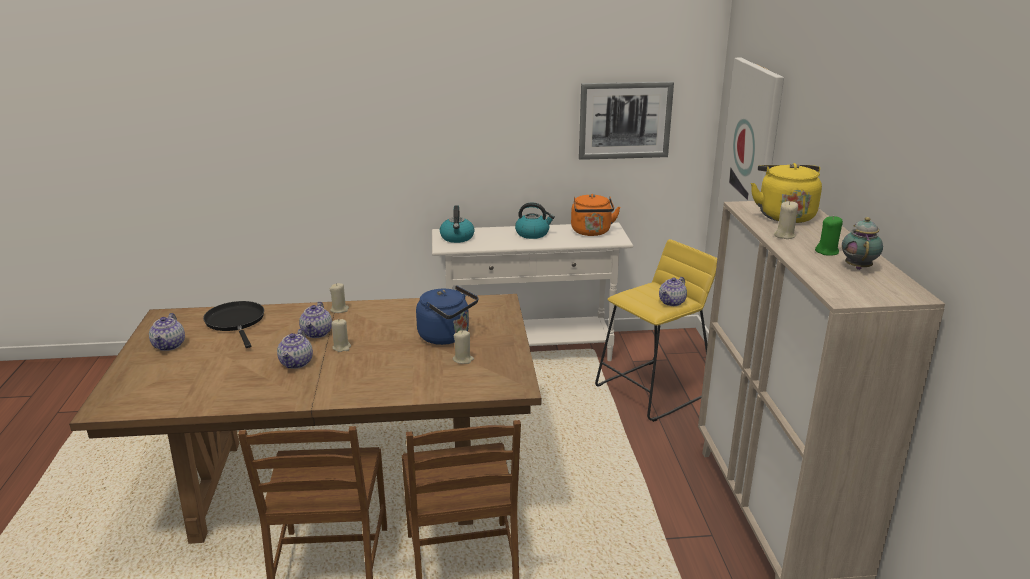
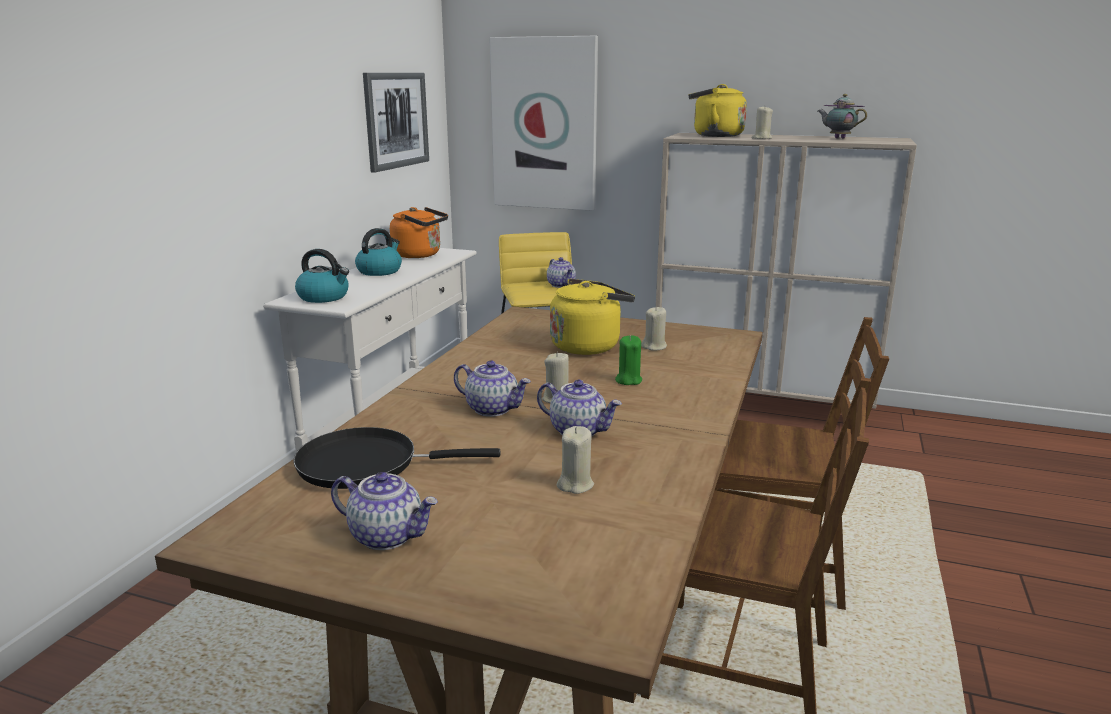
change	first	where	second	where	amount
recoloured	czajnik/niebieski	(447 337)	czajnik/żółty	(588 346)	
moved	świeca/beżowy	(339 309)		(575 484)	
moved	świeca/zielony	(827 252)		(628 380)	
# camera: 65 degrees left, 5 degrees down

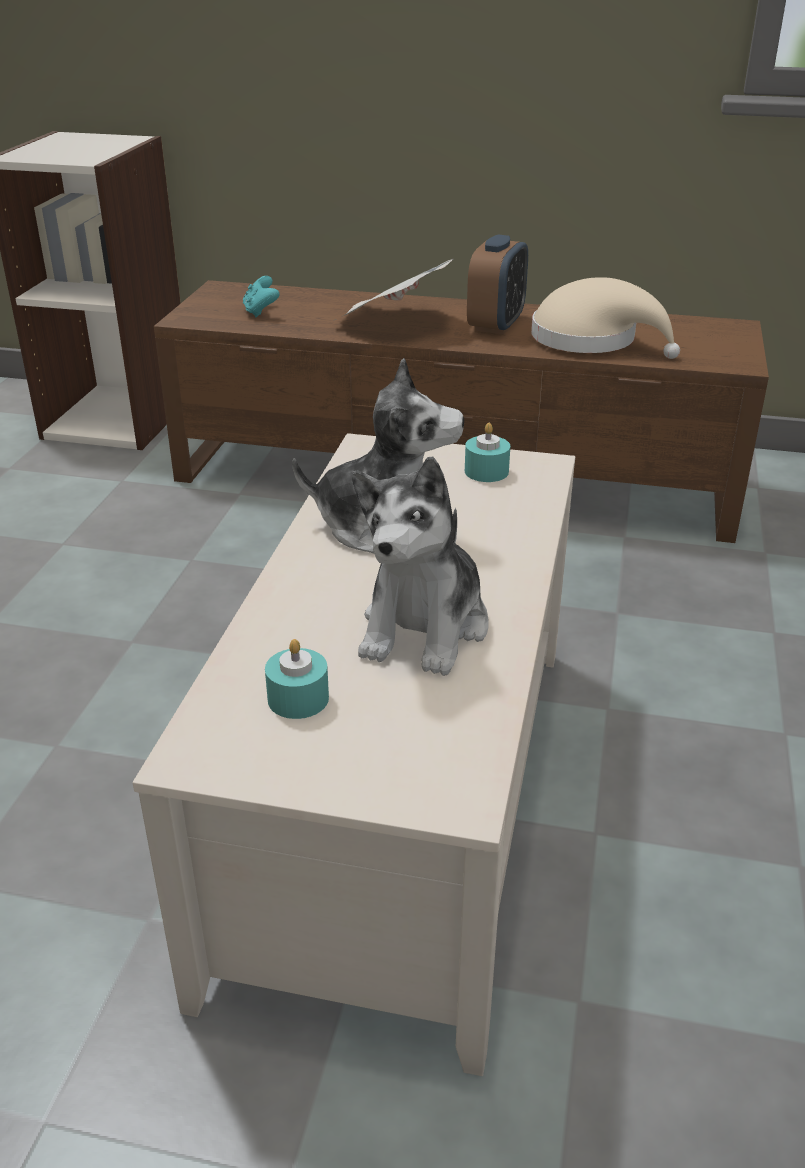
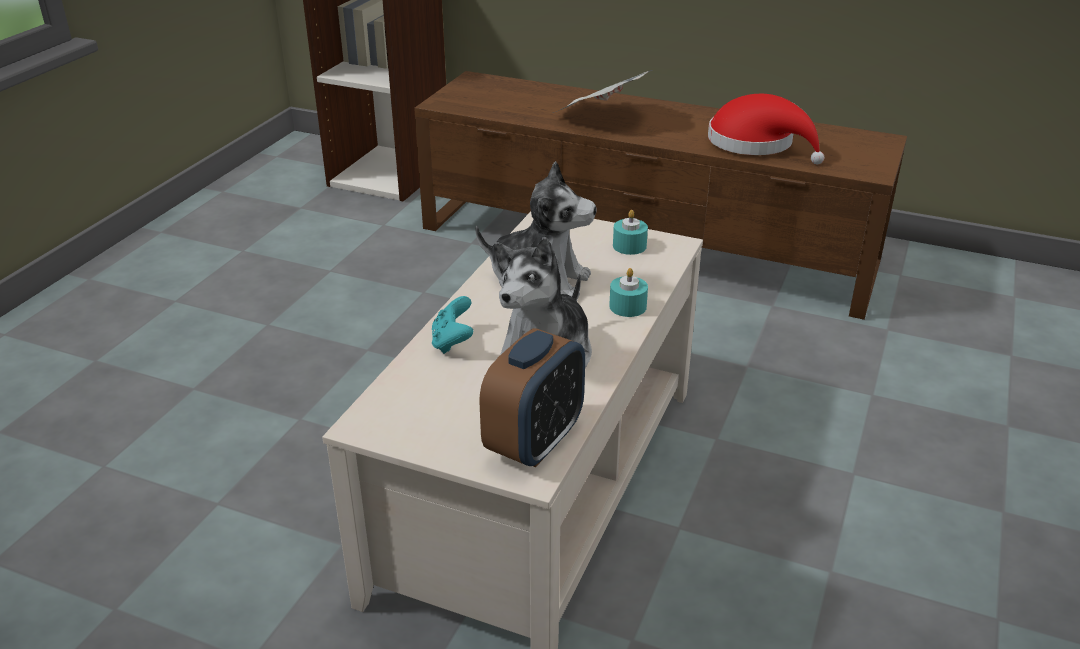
change	first	where	second	where	amount
moved	pad do gier/turkusowy	(261 312)		(452 342)	
moved	budzik	(496 325)		(534 442)	
moved	świeca/turkusowy	(298 698)		(627 306)	
recoloured	kapelusz/beżowy	(592 340)	kapelusz/czerwony	(757 144)	
# camera: 10 degrees right, 0 degrees up

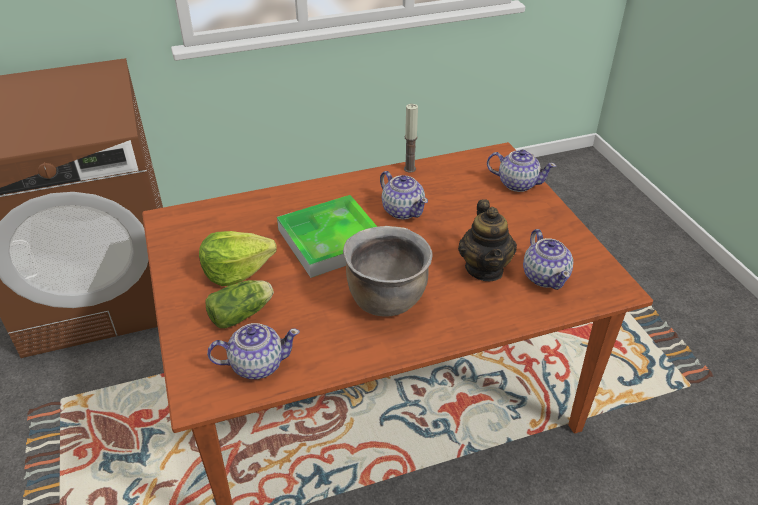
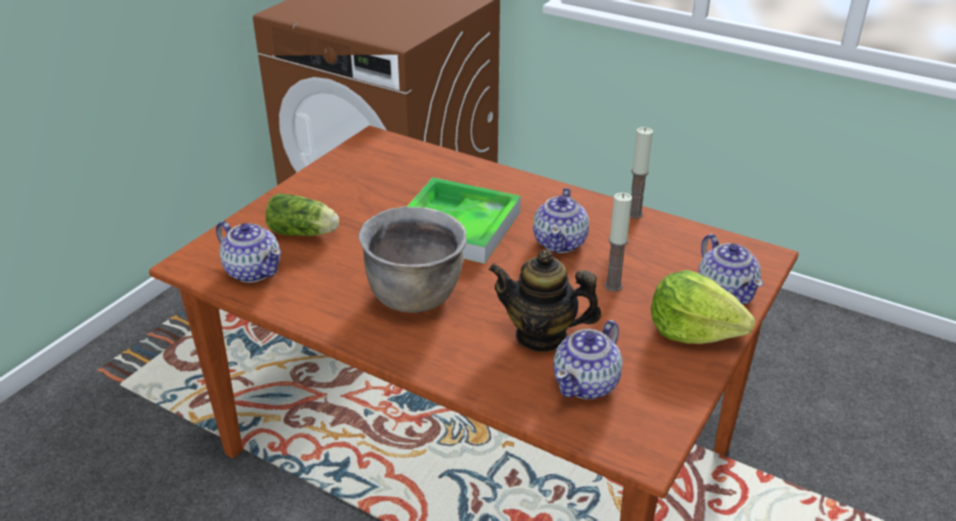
change	first	where	second	where	amount
turned	imbryk	(485 269)		(541 335)	60 degrees clockwise
added			świeca	(613 286)	
moved	sałata	(236 270)		(693 330)	
# camera: 50 degrees right, 5 degrees down

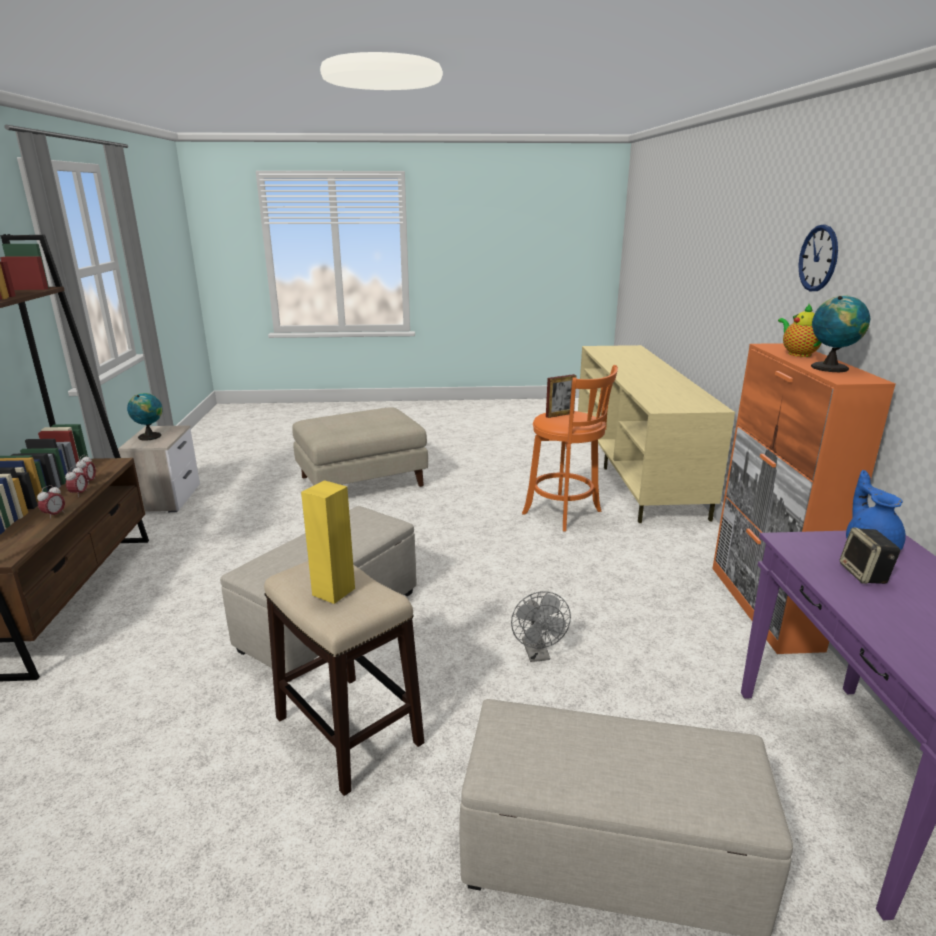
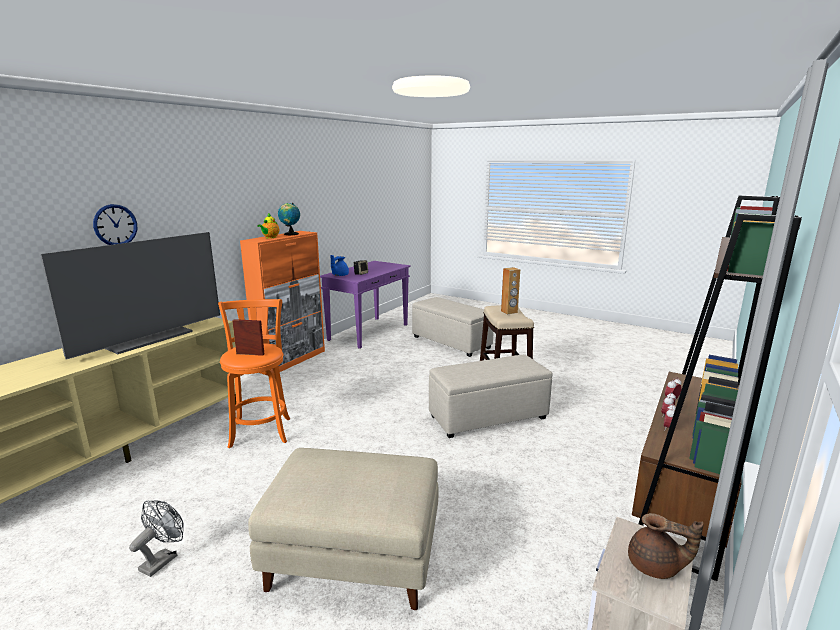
change	first	where	second	where	amount
added			telewizor	(148 338)	
moved	zegar ścienny	(818 258)		(115 225)	
moved	wentylator/szary	(537 654)		(163 559)	
recoloured	głośnik/żółty	(333 591)	głośnik/brązowy	(509 312)	
replaced	globus	(150 436)	imbryk/brązowy	(655 567)	
# camera: 145 degrees left, 5 degrees down

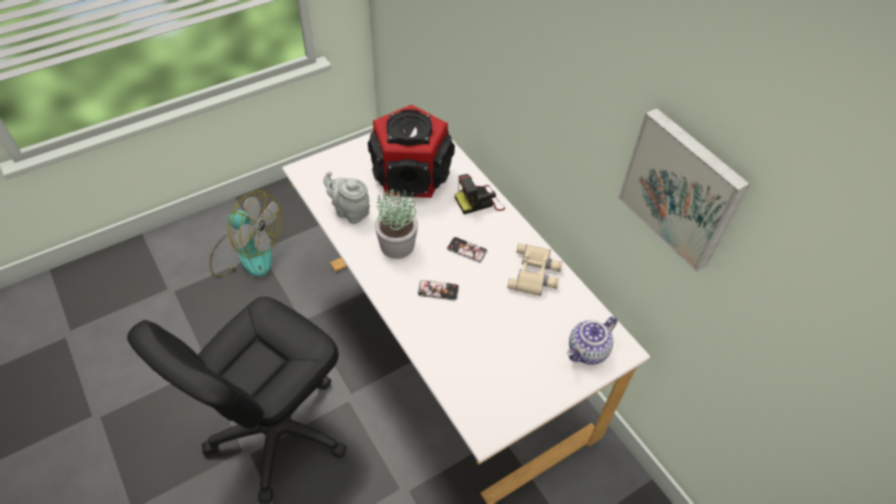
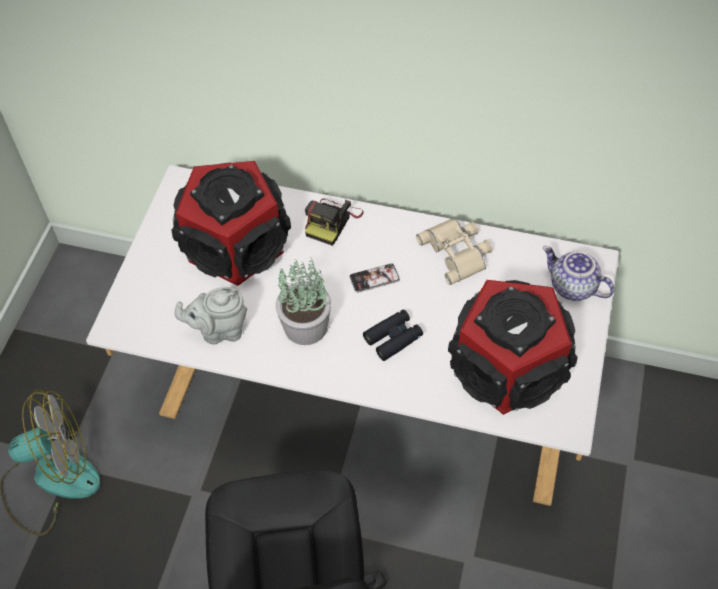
change	first	where	second	where	amount
replaced	telefon	(438 290)	lornetka/czarny	(393 338)	
added			głośnik	(508 368)	
turned	imbryk	(588 352)		(571 287)	120 degrees clockwise
removed	obraz	(682 188)			
# camera: 40 degrees left, 5 degrees up

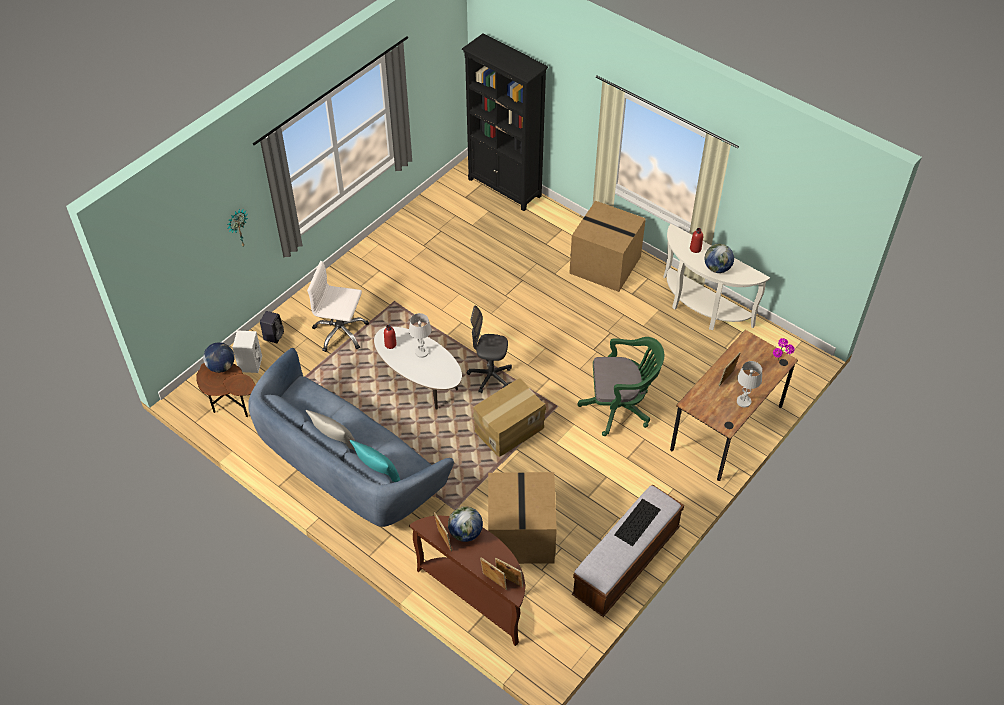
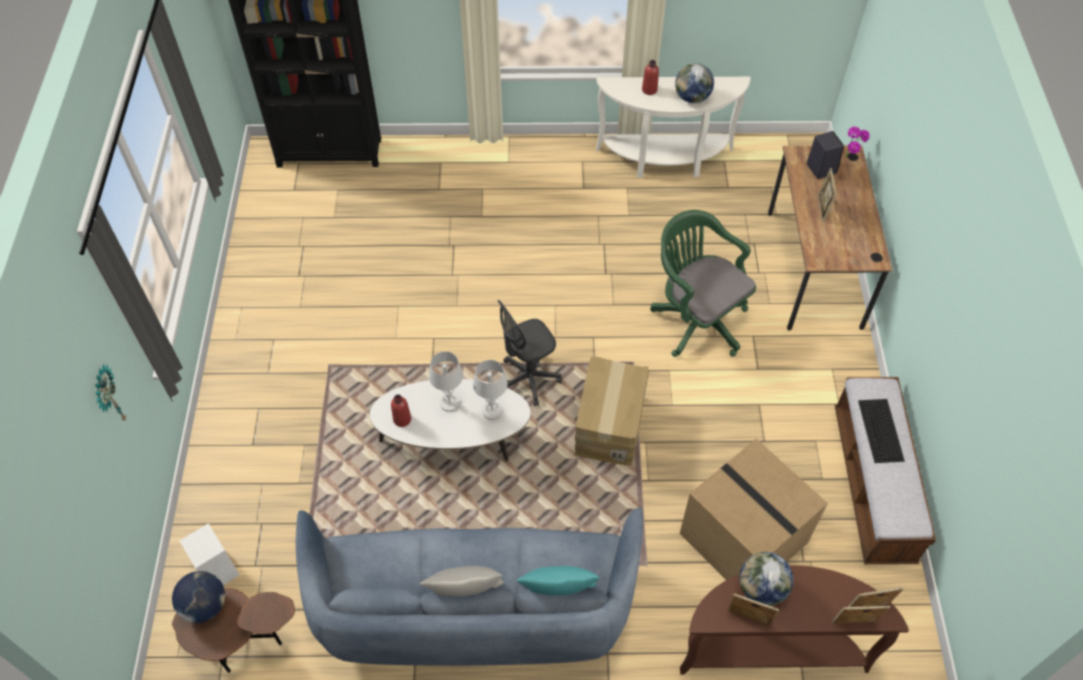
change	first	where	second	where	amount
moved	lampa stołowa/biały	(744 401)		(492 411)	
turned	krzesło biurowe/zielony	(620 407)		(695 319)	90 degrees counterclockwise
moved	głośnik/czarny	(274 335)		(820 168)	
removed	krzesło biurowe/biały	(340 332)			
removed	karton	(606 264)			
# camera: 40 degrees left, 5 degrees up

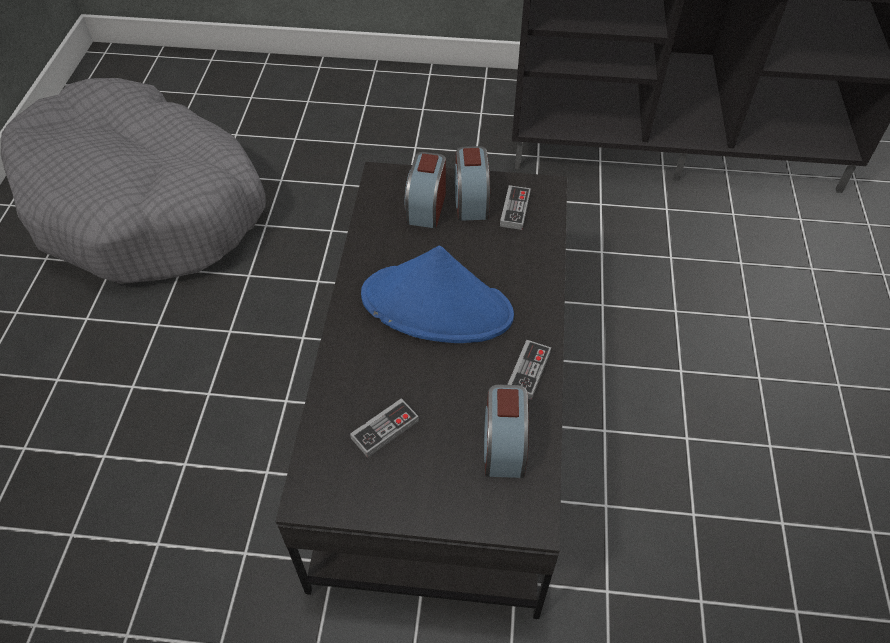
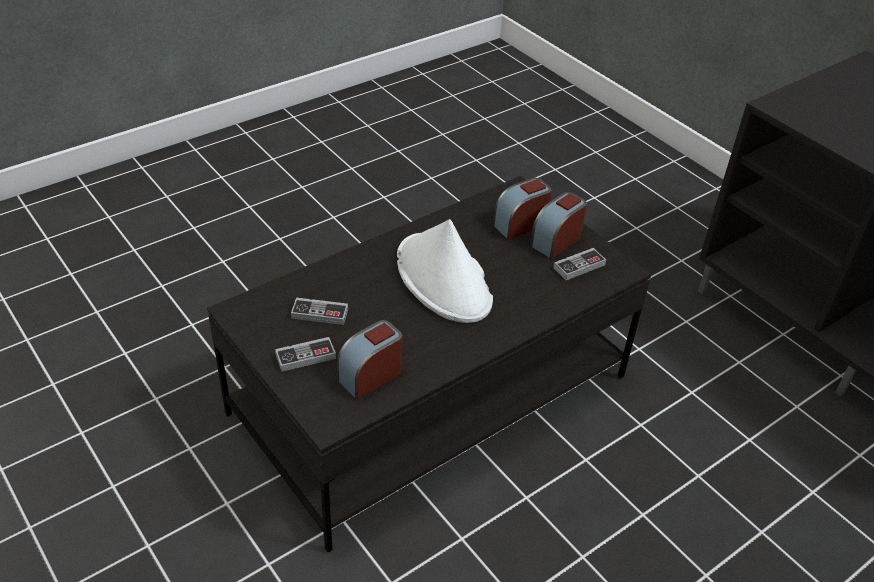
change	first	where	second	where	amount
moved	pad do gier	(528 371)		(305 356)	
recoloured	kapelusz/niebieski	(437 306)	kapelusz/biały	(444 279)	
removed	legowisko/szary	(146 205)			
# camera: 45 degrees right, 10 degrees down

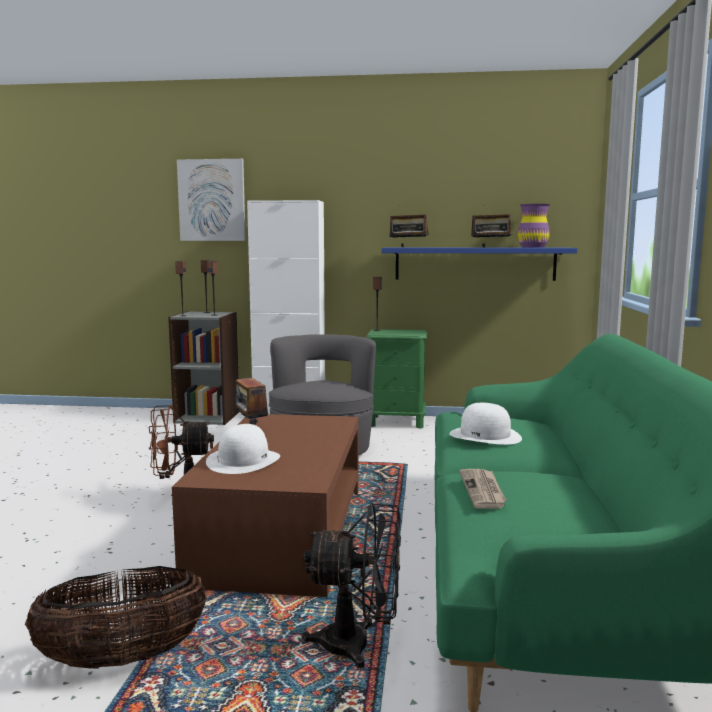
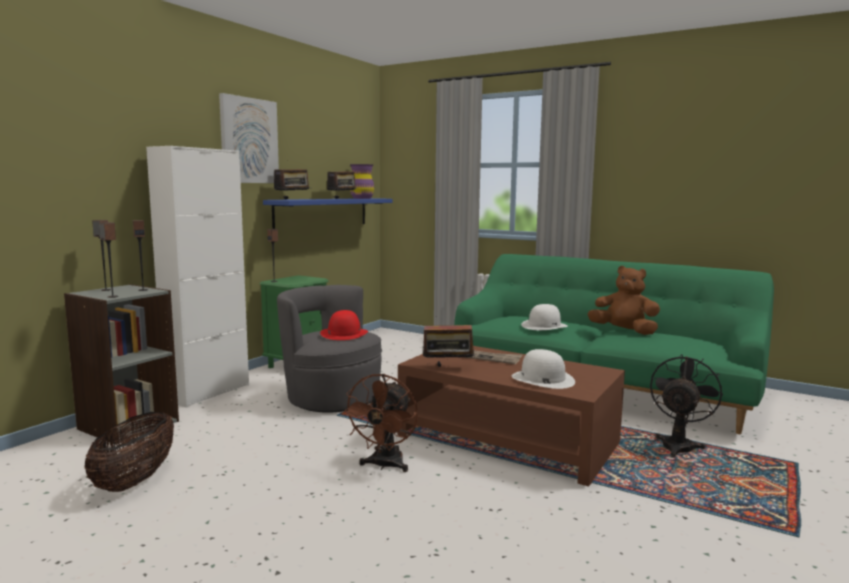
change	first	where	second	where	amount
moved	koszyk	(122 659)		(135 480)	
moved	obraz	(212 200)		(249 141)	
added			kapelusz/czerwony	(344 333)	
moved	gazeta	(483 491)		(490 358)	
added			pluszak/brązowy	(624 331)	
# camera: 65 degrees left, 0 degrees up

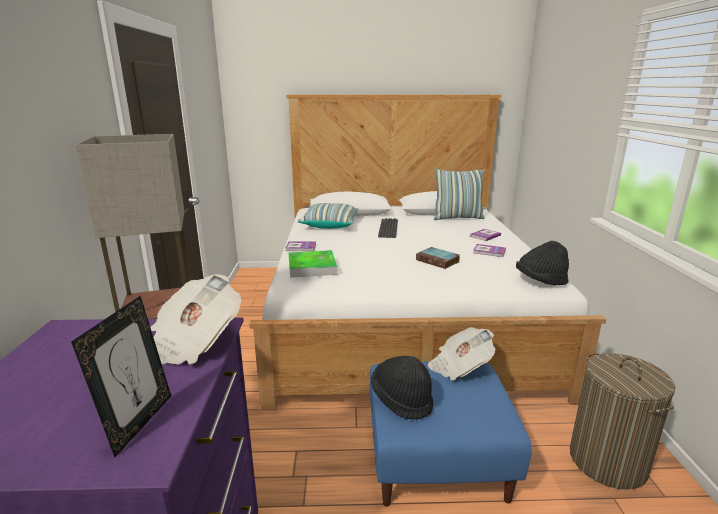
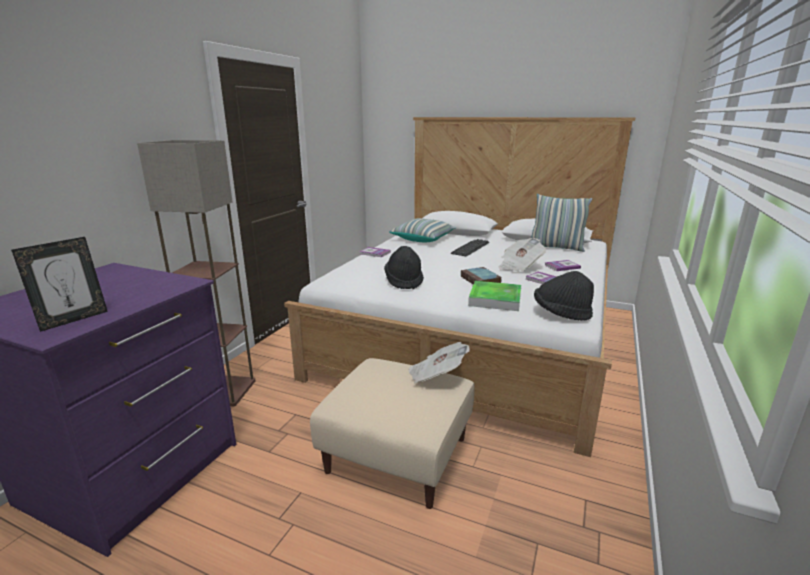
change	first	where	second	where	amount
recoloured	pufa/niebieski	(437 458)	pufa/beżowy	(398 454)	
moved	kapelusz/czarny	(402 399)		(404 281)	
moved	taca	(312 267)		(495 299)	
moved	gazeta	(193 343)		(519 266)	
removed	kosz na pranie	(607 461)			
# camera: 25 degrees right, 0 degrees up

